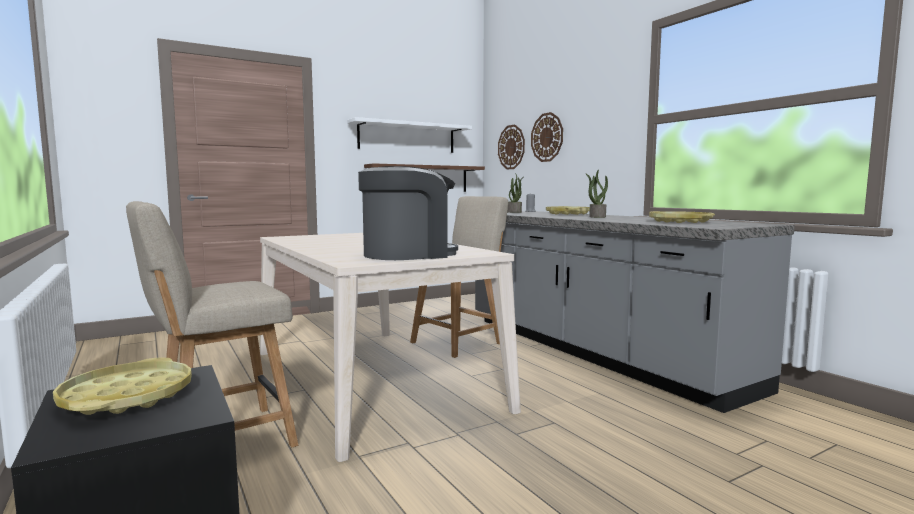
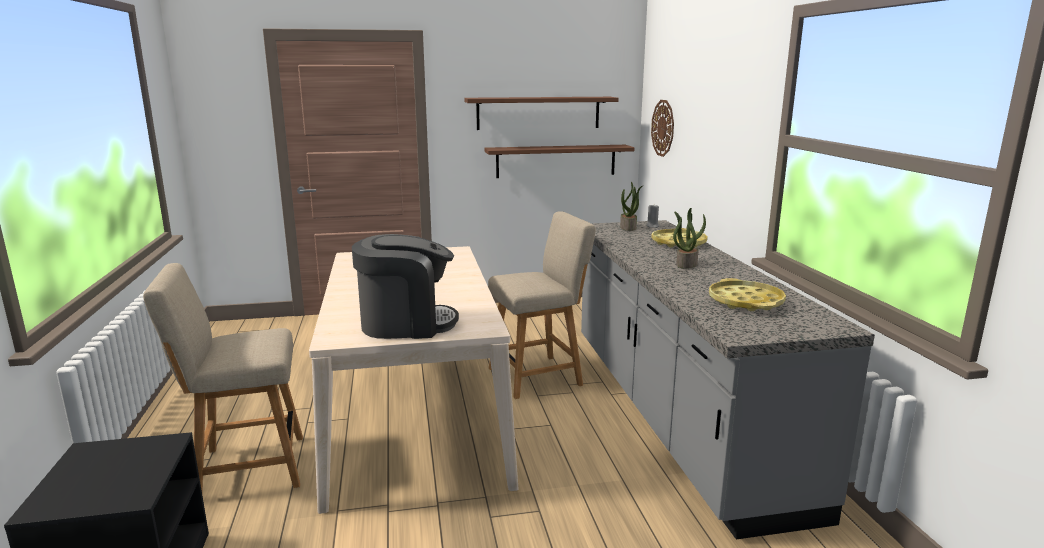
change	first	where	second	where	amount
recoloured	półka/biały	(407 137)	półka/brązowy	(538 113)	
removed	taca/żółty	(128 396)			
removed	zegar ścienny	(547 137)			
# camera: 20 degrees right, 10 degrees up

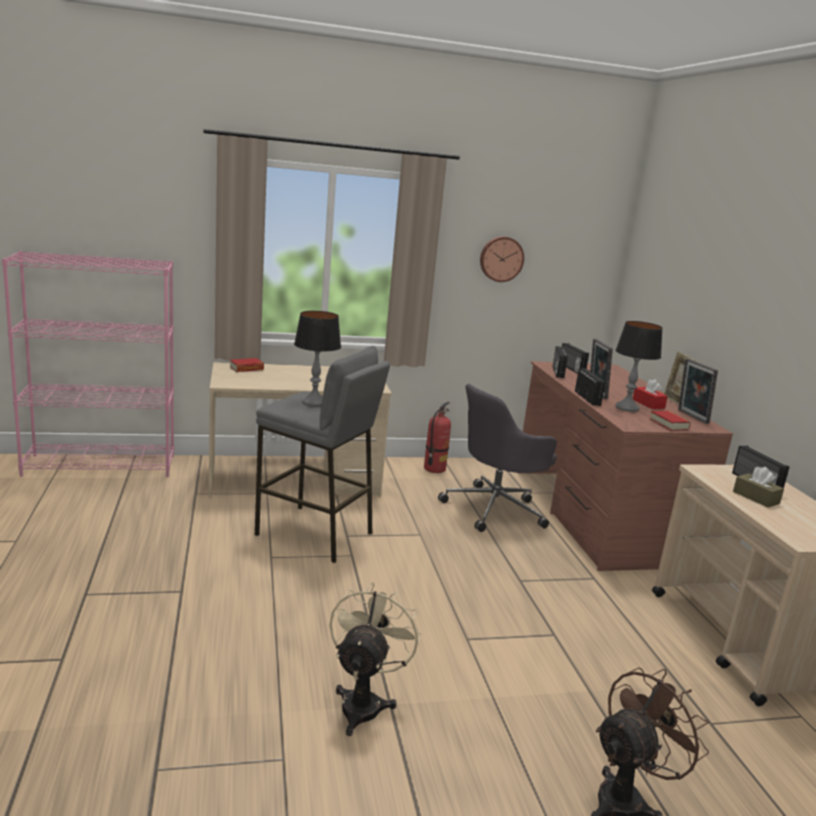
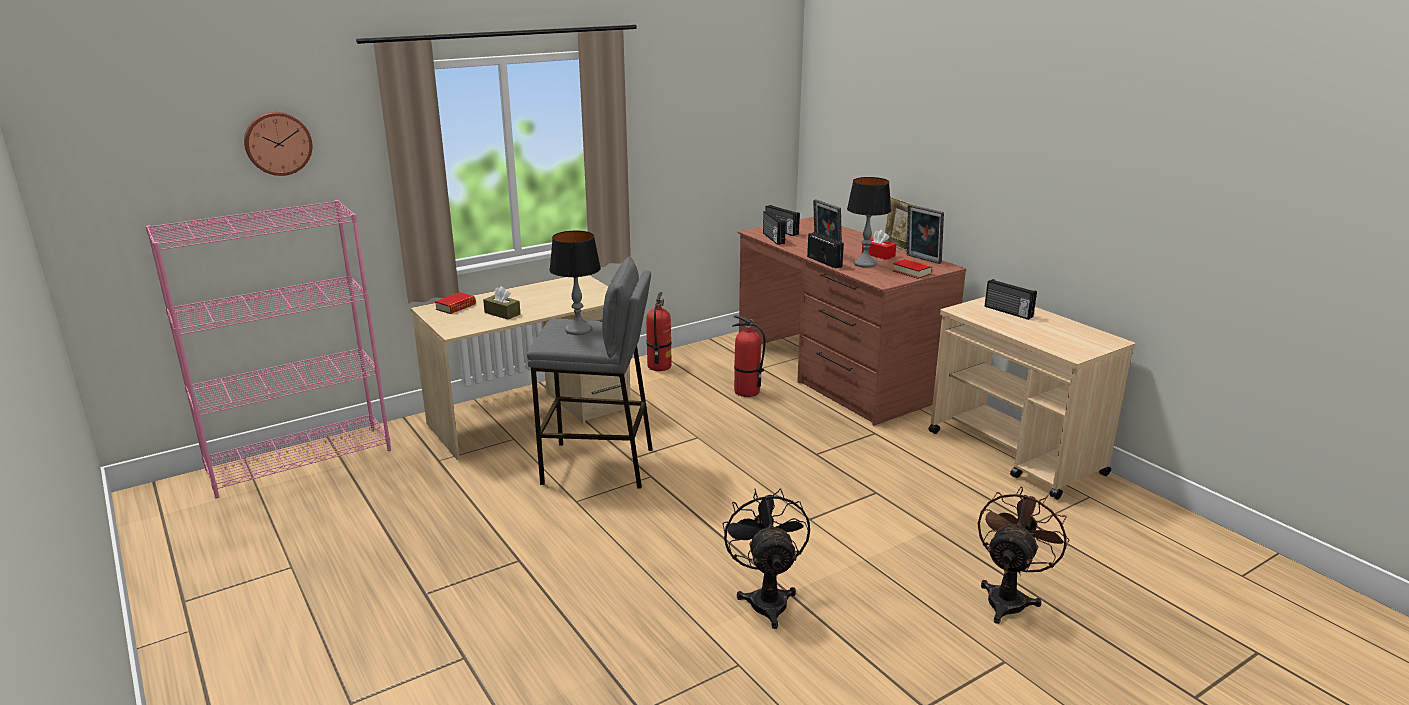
change	first	where	second	where	amount
moved	zegar ścienny	(501 259)		(277 143)	
moved	pudełko chusteczek/brązowy	(756 497)		(502 313)	
recoloured	wentylator/beżowy	(364 702)	wentylator/czarny	(767 598)	
replaced	krzesło biurowe/szary	(495 509)	gaśnica	(746 392)	
# camera: 20 degrees left, 5 degrees up

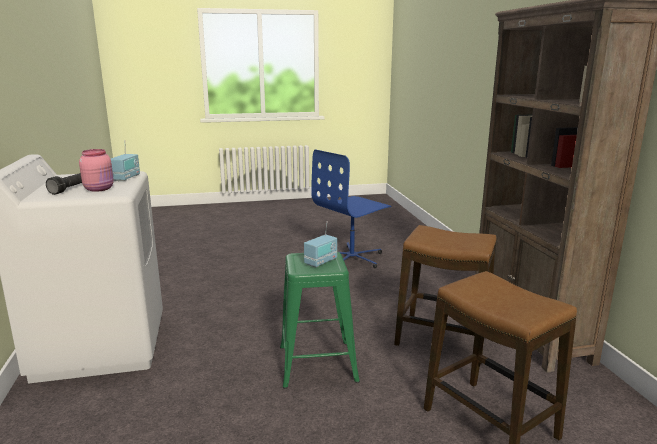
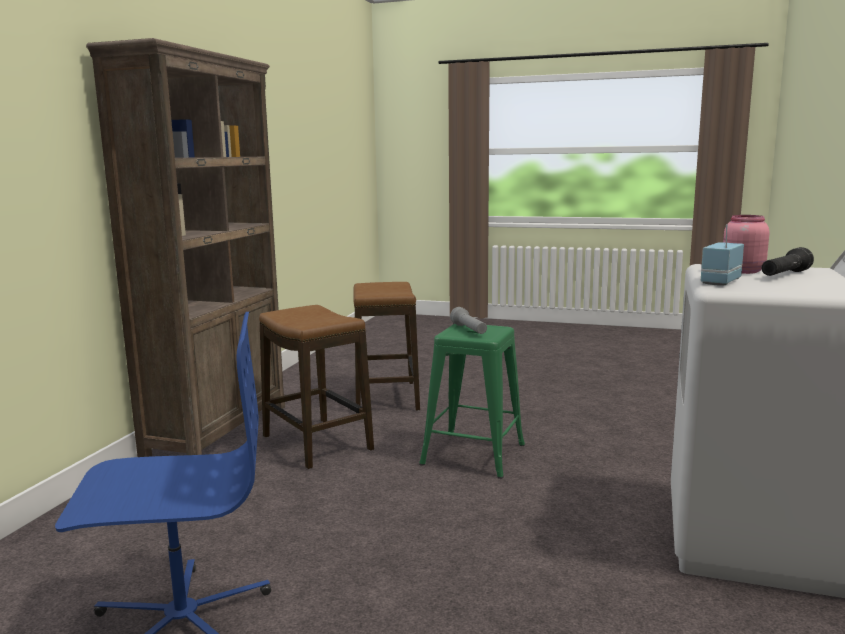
change	first	where	second	where	amount
replaced	radio	(321 262)	latarka/szary	(469 330)	
# camera: 150 degrees left, 5 degrees down

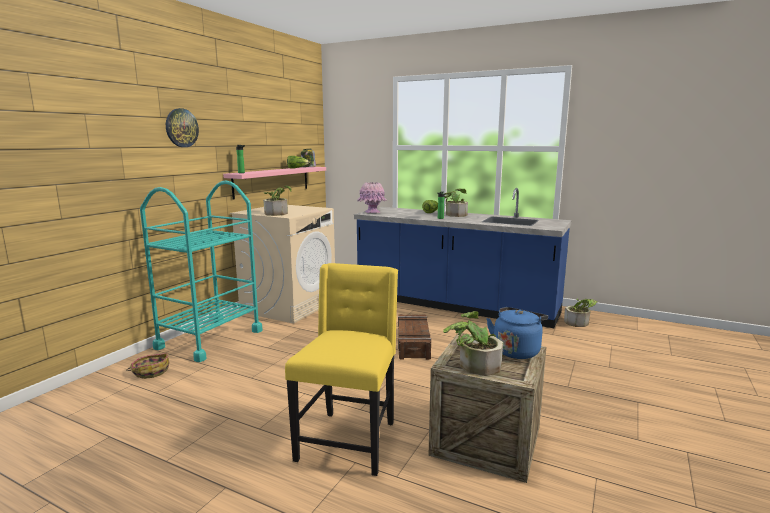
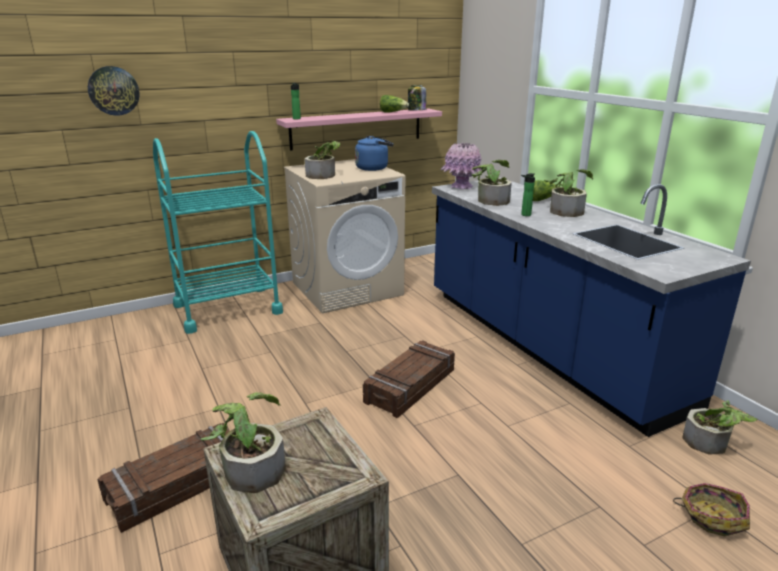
change	first	where	second	where	amount
moved	zegar ścienny	(181 128)		(113 90)	
replaced	krzesło/żółty	(349 440)	skrzynka	(179 485)	
moved	czajnik/niebieski	(516 350)		(373 168)	
added			roślina doniczkowa	(490 200)	
moved	koszyk	(151 371)		(711 516)	
# camera: 35 degrees right, 10 degrees up

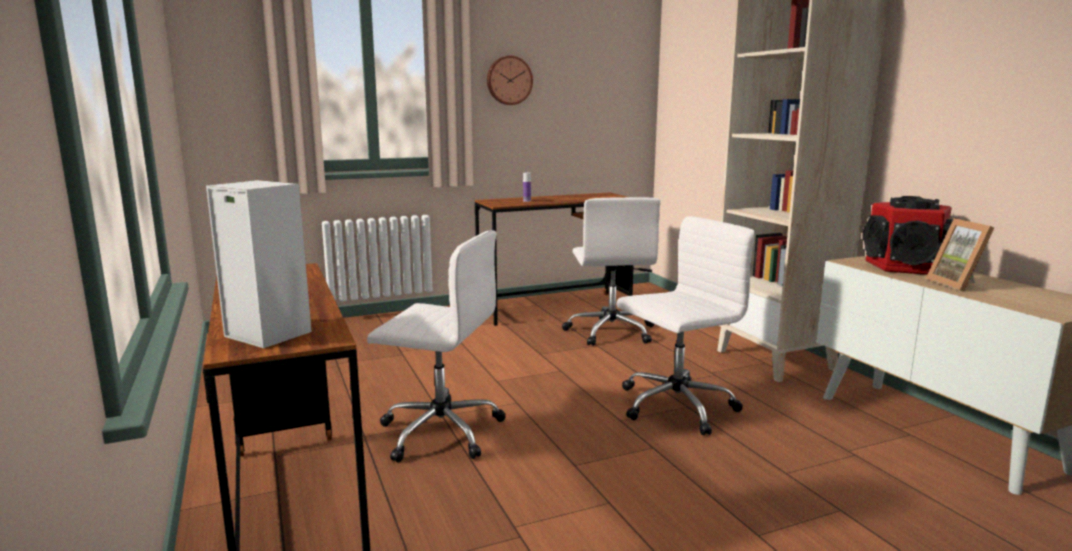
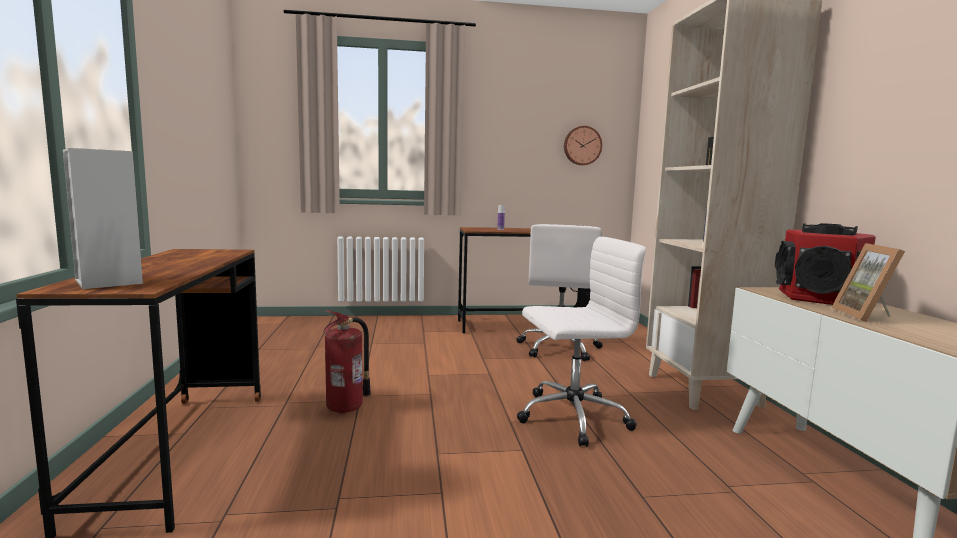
change	first	where	second	where	amount
replaced	krzesło biurowe/biały	(439 431)	gaśnica	(347 407)	
moved	zegar ścienny	(509 80)		(582 145)	
# camera: 15 degrees right, 5 degrees down

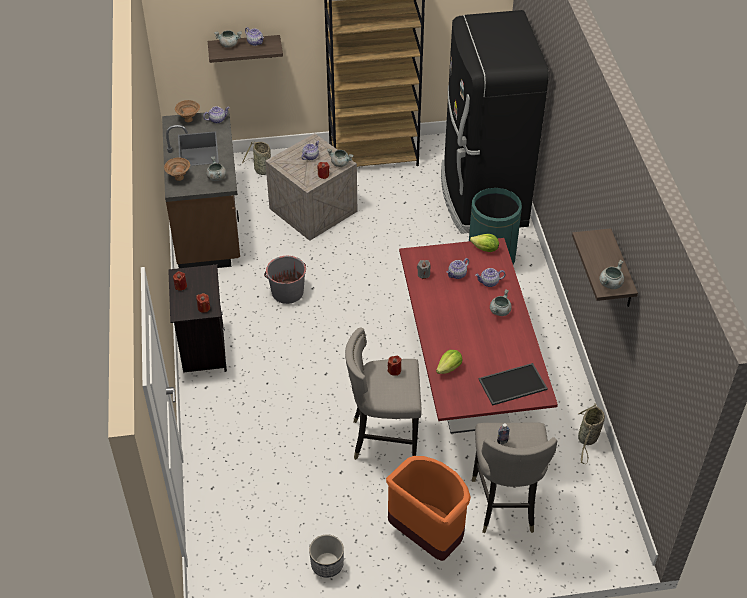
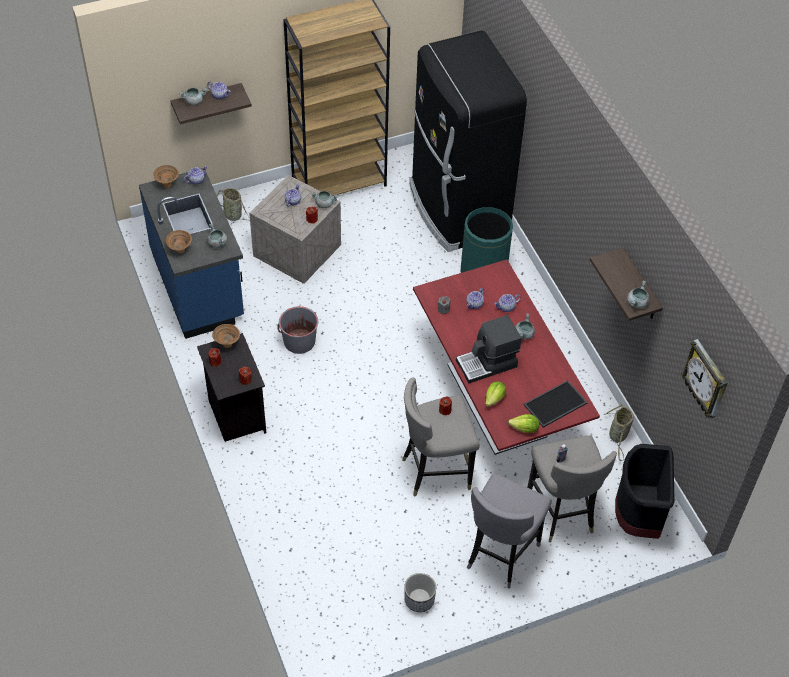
change	first	where	second	where	amount
recoloured	zabudowa kuchenna/brązowy	(209 227)	zabudowa kuchenna/niebieski	(199 286)	
added			miska/brązowy	(226 344)	
added			ekspres do kawy	(487 364)	
replaced	kosz na śmieci/pomarańczowy	(427 535)	stołek/szary	(500 555)	
moved	sałata	(485 249)		(524 429)	
added			kosz na śmieci/czarny	(637 517)	
added			zegar ścienny	(706 380)	
# camera: 15 degrees left, 5 degrees up

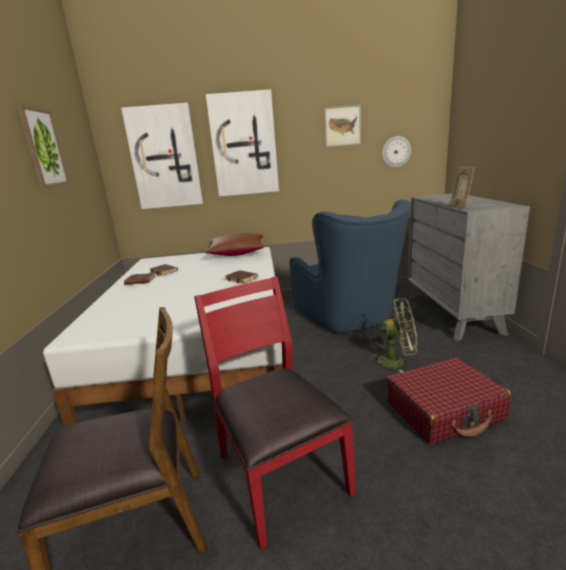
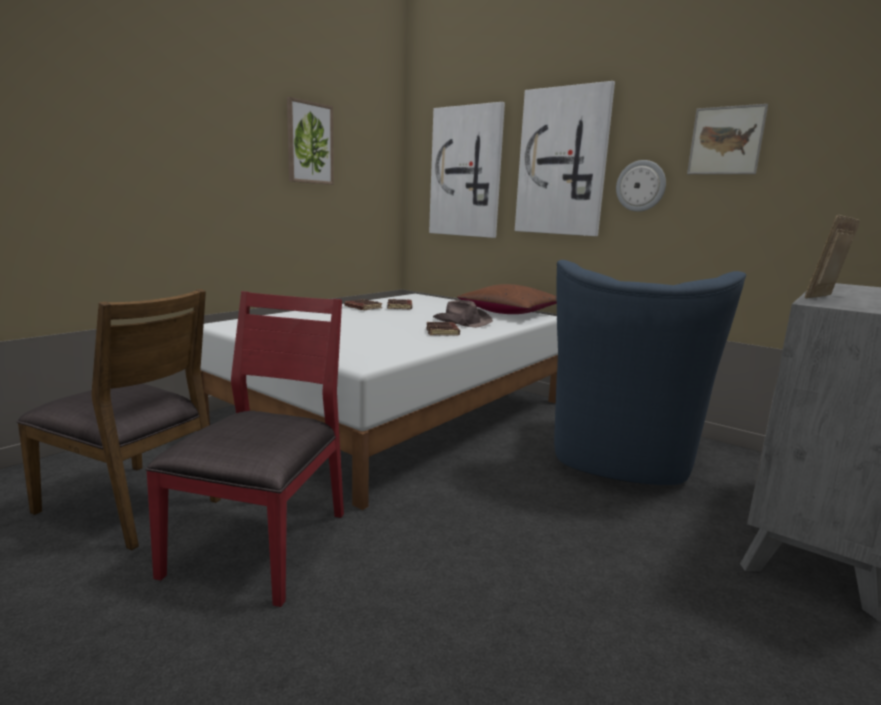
change	first	where	second	where	amount
added			kapelusz/brązowy	(462 322)	
moved	zegar ścienny	(396 152)		(641 186)	
removed	wentylator/zielony	(396 361)			
removed	walizka/czerwony	(444 411)			
# camera: 40 degrees right, 5 degrees down

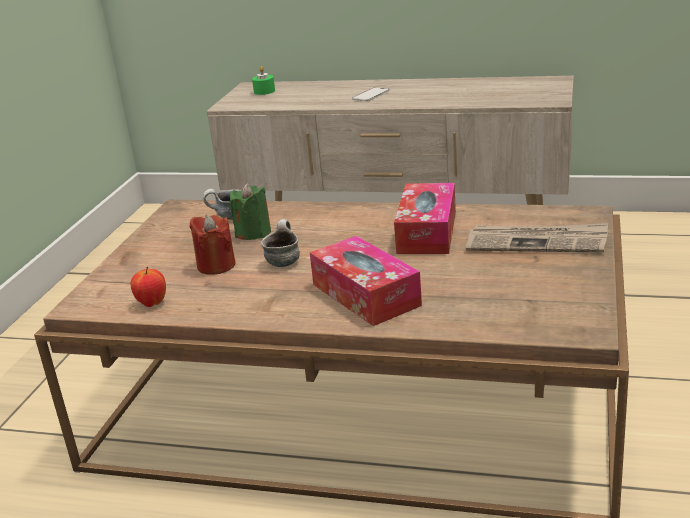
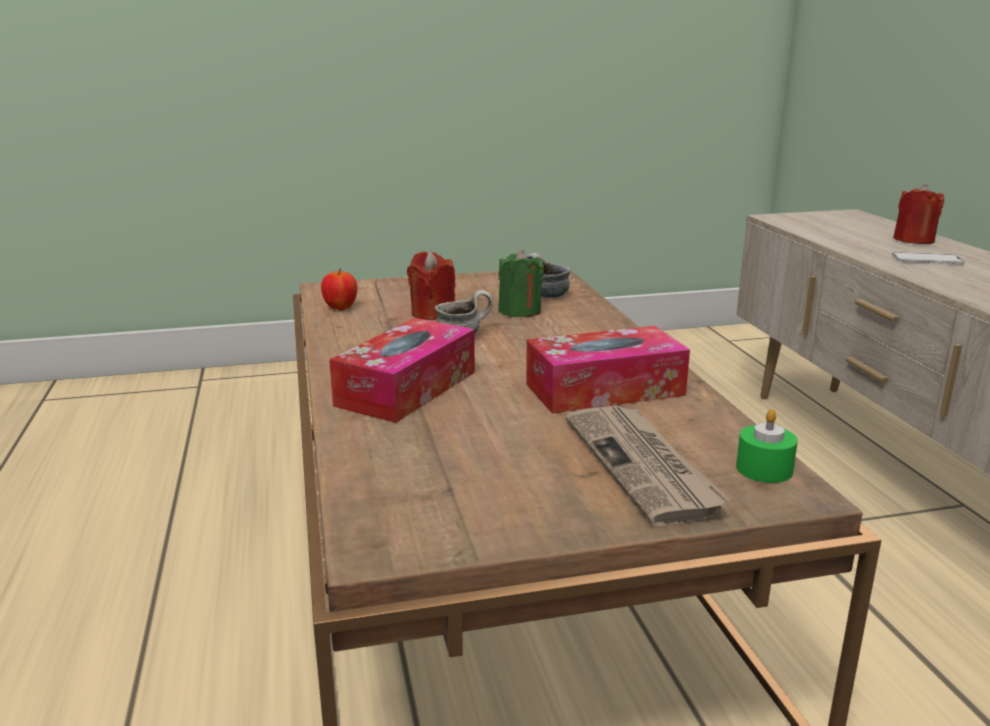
change	first	where	second	where	amount
moved	świeca/zielony	(264 91)		(764 469)	
added			świeca/czerwony	(913 240)	
# camera: 60 degrees right, 5 degrees down

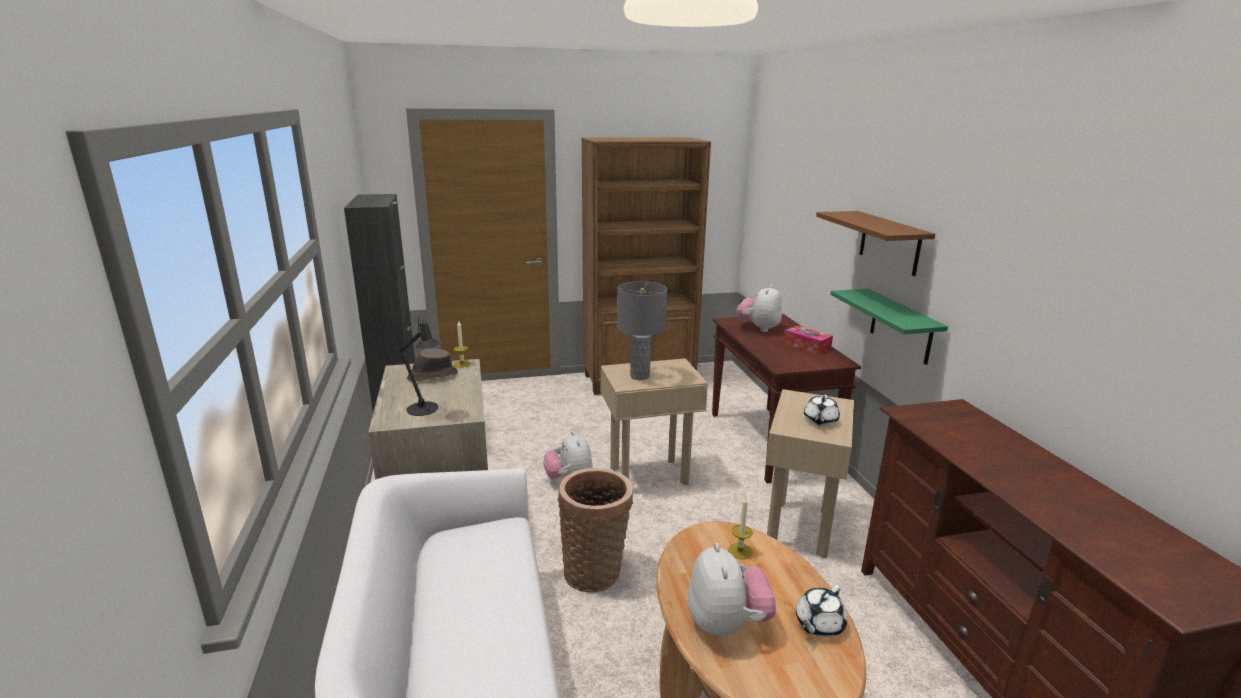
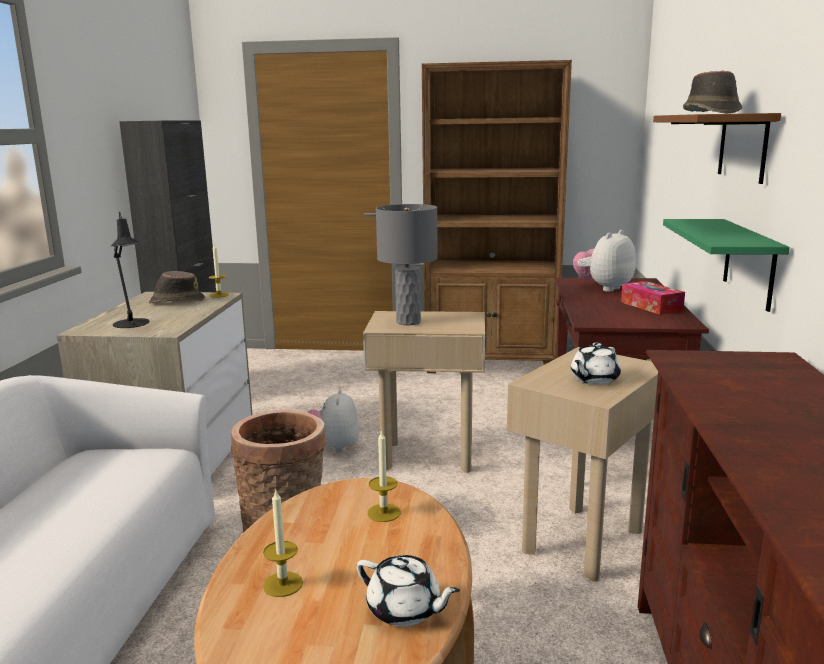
change	first	where	second	where	amount
replaced	pluszak	(726 624)	świeca	(283 584)	
turned	imbryk/biały	(818 624)		(405 610)	120 degrees counterclockwise
added			kapelusz/brązowy	(710 113)	
# camera: 20 degrees right, 5 degrees down

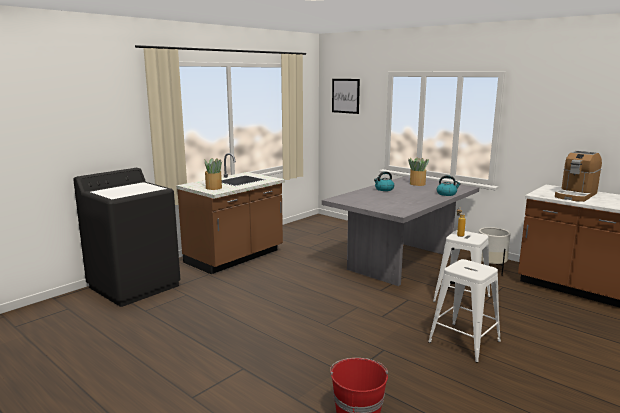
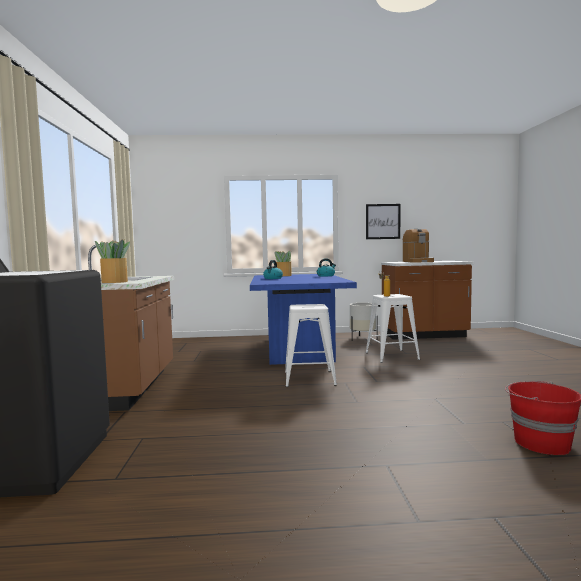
change	first	where	second	where	amount
recoloured	stół jadalny/szary	(401 261)	stół jadalny/niebieski	(297 349)	
moved	stołek/biały	(464 342)		(309 378)	
moved	obraz	(345 96)		(383 221)	
# camera: 45 degrees left, 10 degrees down

